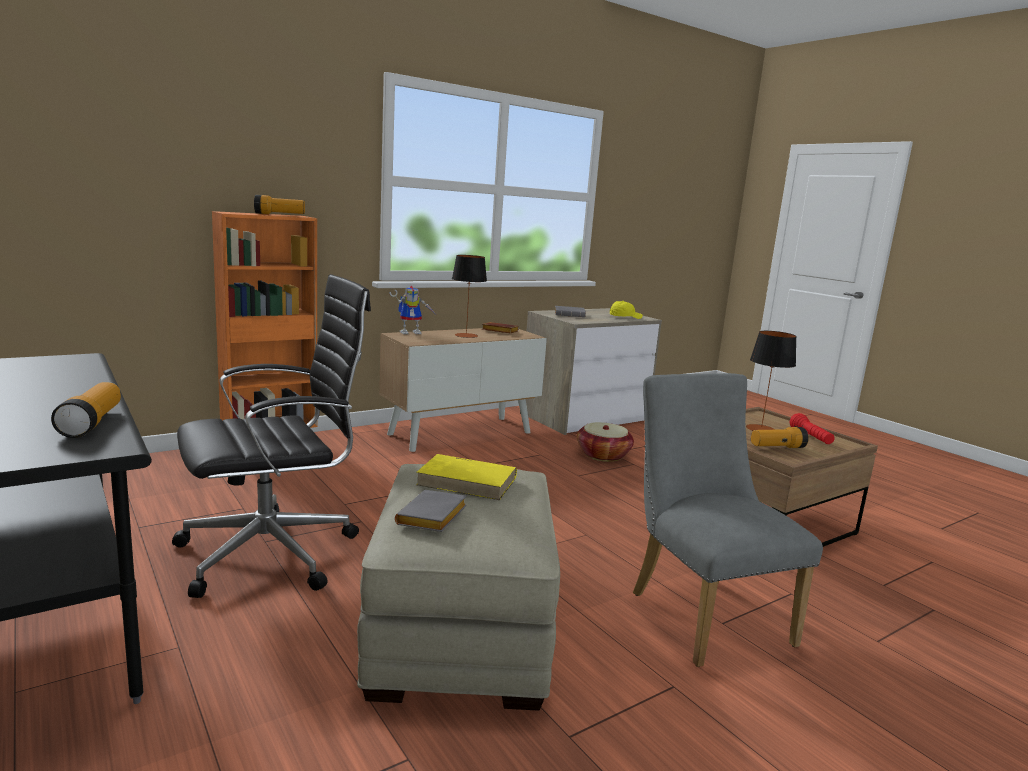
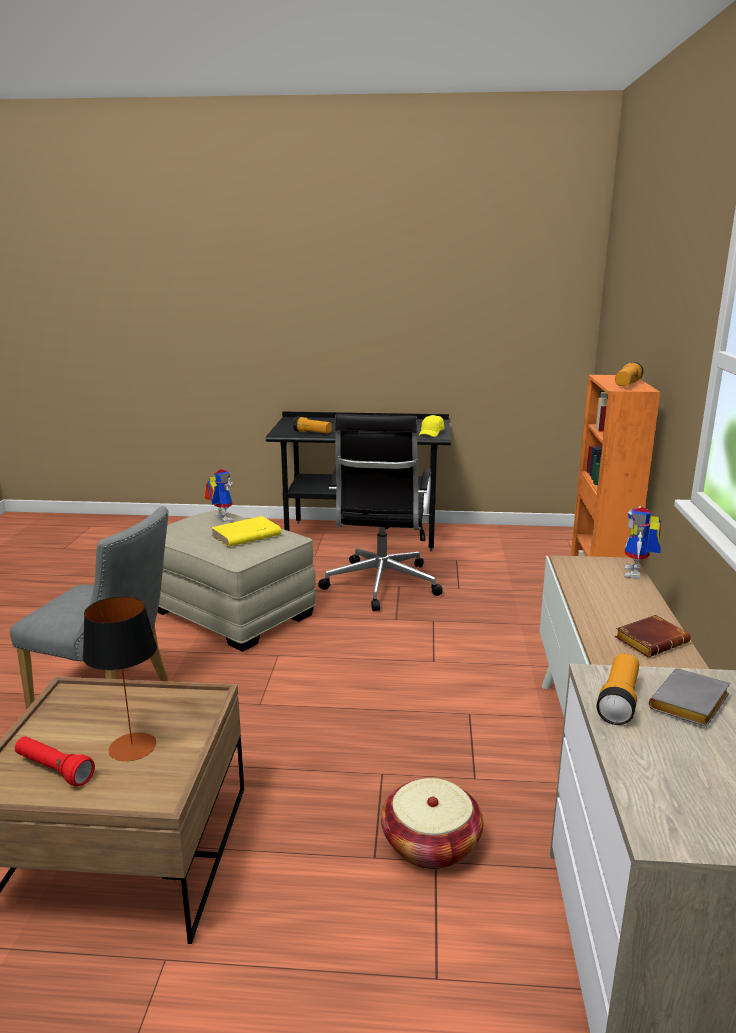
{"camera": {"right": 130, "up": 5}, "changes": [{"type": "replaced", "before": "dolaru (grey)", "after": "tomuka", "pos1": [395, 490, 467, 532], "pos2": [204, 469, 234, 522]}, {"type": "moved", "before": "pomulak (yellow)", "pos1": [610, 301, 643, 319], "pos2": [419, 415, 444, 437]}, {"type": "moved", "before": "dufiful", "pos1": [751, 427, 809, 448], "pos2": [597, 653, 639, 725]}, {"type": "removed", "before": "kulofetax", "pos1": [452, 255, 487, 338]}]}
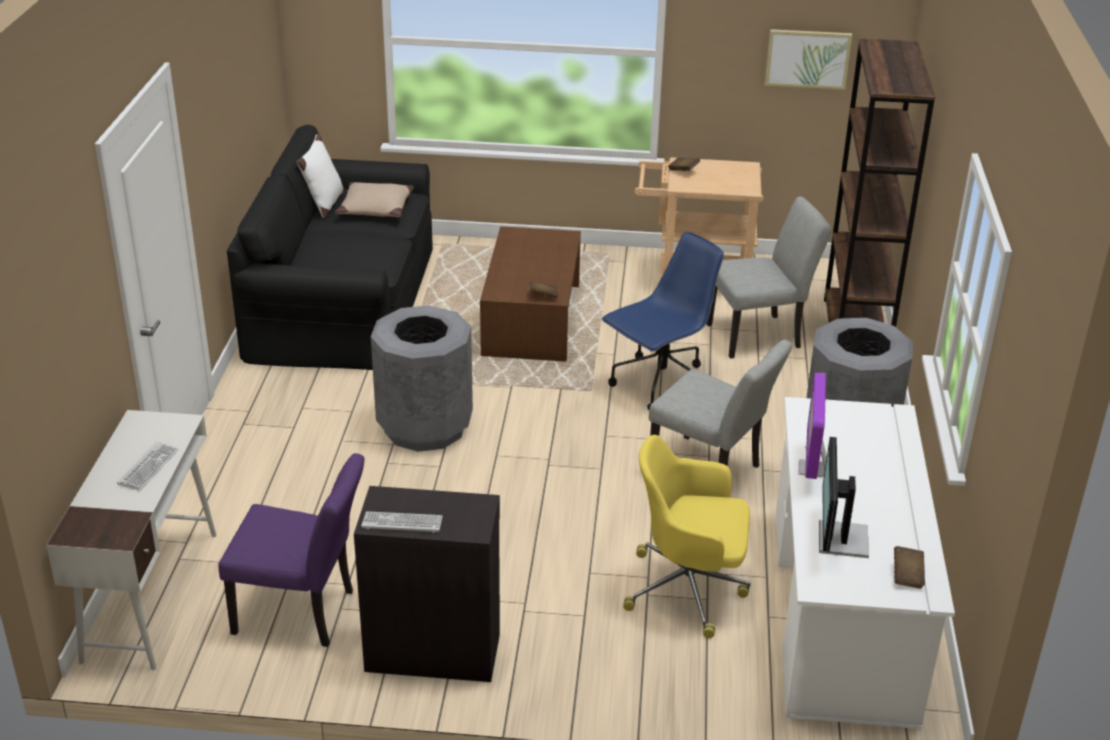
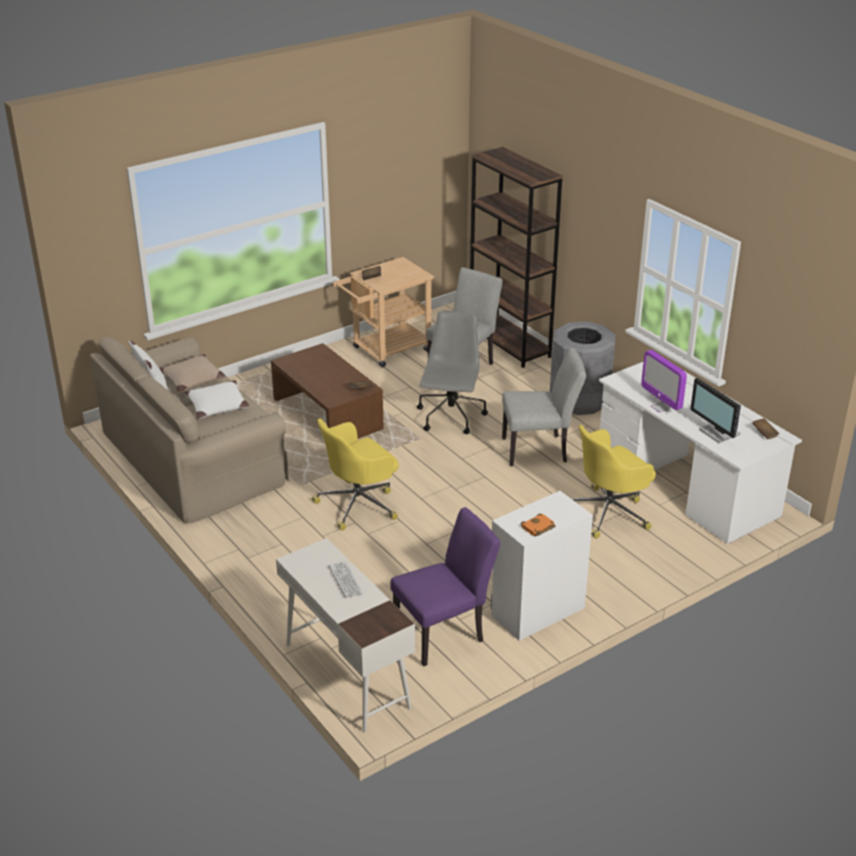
{"camera": {"right": -40, "up": 0}, "changes": [{"type": "recoloured", "before": "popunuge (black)", "after": "popunuge (beige)", "pos1": [227, 125, 433, 370], "pos2": [90, 337, 289, 523]}, {"type": "added", "after": "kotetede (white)", "pos2": [184, 380, 249, 419]}, {"type": "replaced", "before": "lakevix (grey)", "after": "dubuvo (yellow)", "pos1": [371, 305, 473, 452], "pos2": [312, 419, 399, 531]}, {"type": "recoloured", "before": "dubuvo (blue)", "after": "dubuvo (grey)", "pos1": [602, 231, 724, 410], "pos2": [417, 310, 488, 434]}, {"type": "recoloured", "before": "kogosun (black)", "after": "kogosun (white)", "pos1": [354, 486, 500, 682], "pos2": [491, 491, 593, 641]}, {"type": "replaced", "before": "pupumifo", "after": "dolaru (orange)", "pos1": [361, 511, 443, 533], "pos2": [521, 514, 556, 537]}, {"type": "removed", "before": "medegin", "pos1": [765, 29, 852, 90]}]}
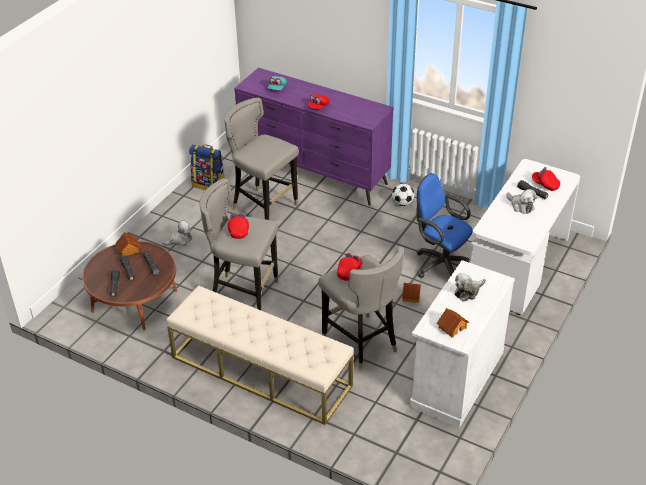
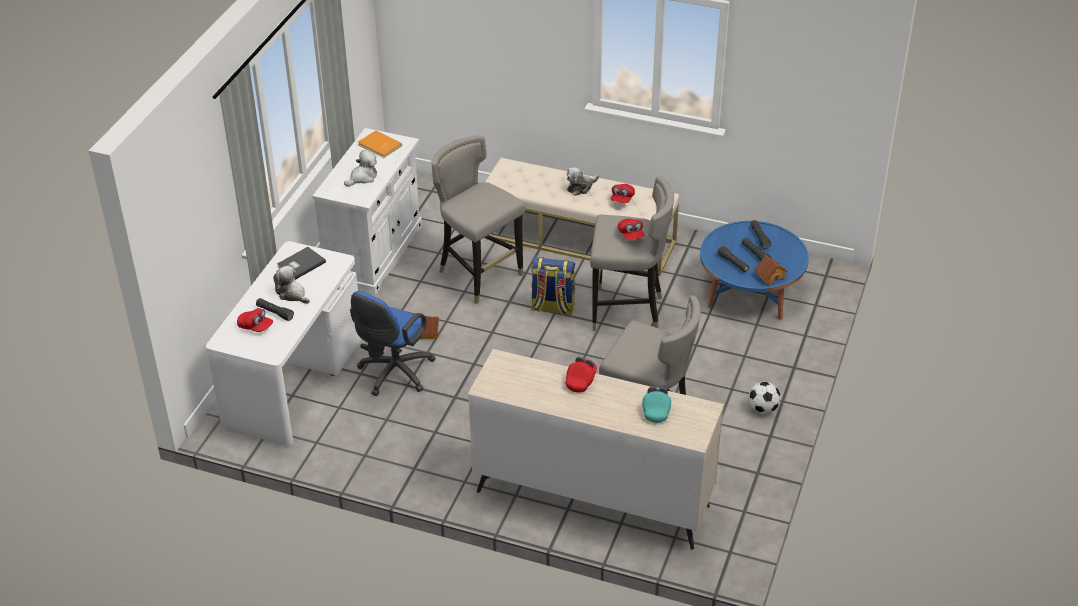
{"camera": {"right": 170, "up": 0}, "changes": [{"type": "added", "after": "dolaru (grey)", "pos2": [277, 247, 326, 280]}, {"type": "turned", "before": "dubuvo (blue)", "pos1": [416, 173, 473, 278], "pos2": [350, 291, 436, 396], "turn": 90}, {"type": "replaced", "before": "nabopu", "after": "dolaru (orange)", "pos1": [437, 308, 469, 338], "pos2": [358, 130, 402, 158]}, {"type": "recoloured", "before": "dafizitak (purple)", "after": "dafizitak (beige)", "pos1": [234, 68, 394, 206], "pos2": [468, 349, 724, 550]}, {"type": "moved", "before": "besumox", "pos1": [189, 144, 224, 190], "pos2": [531, 257, 575, 315]}, {"type": "moved", "before": "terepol", "pos1": [162, 220, 192, 246], "pos2": [567, 167, 599, 196]}, {"type": "moved", "before": "pomulak (red)", "pos1": [337, 253, 362, 281], "pos2": [611, 184, 635, 203]}, {"type": "recoloured", "before": "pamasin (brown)", "after": "pamasin (blue)", "pos1": [82, 241, 177, 330], "pos2": [700, 221, 809, 320]}, {"type": "moved", "before": "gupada", "pos1": [392, 184, 414, 206], "pos2": [748, 382, 781, 414]}]}
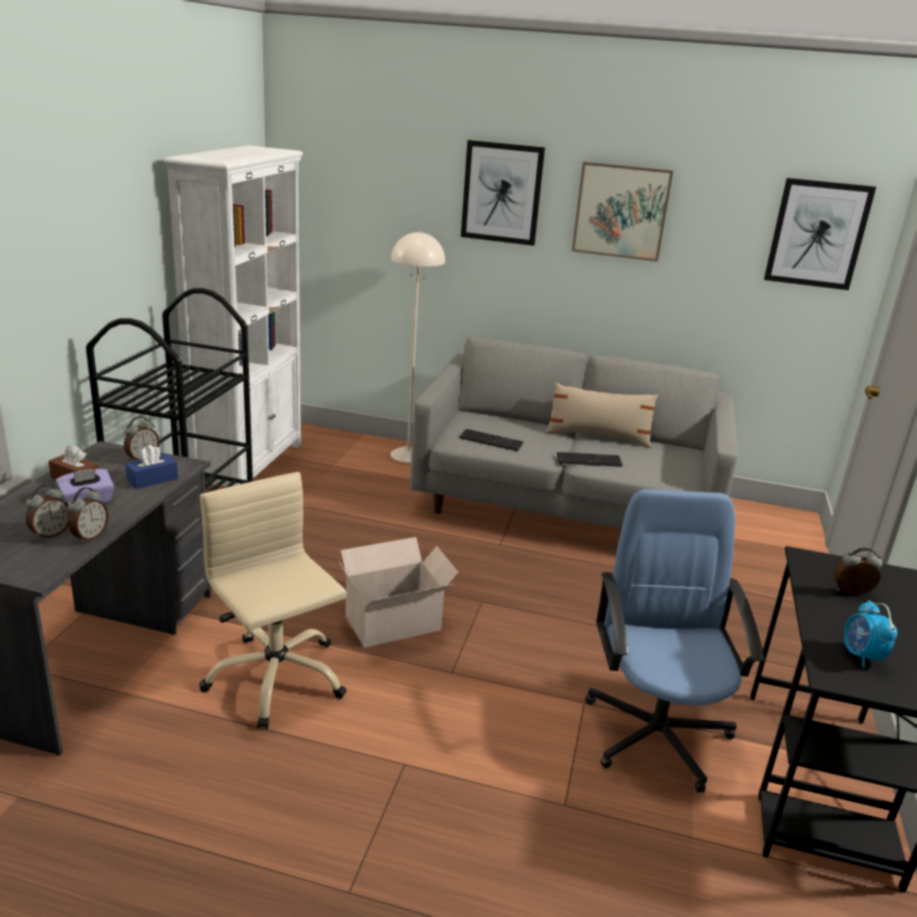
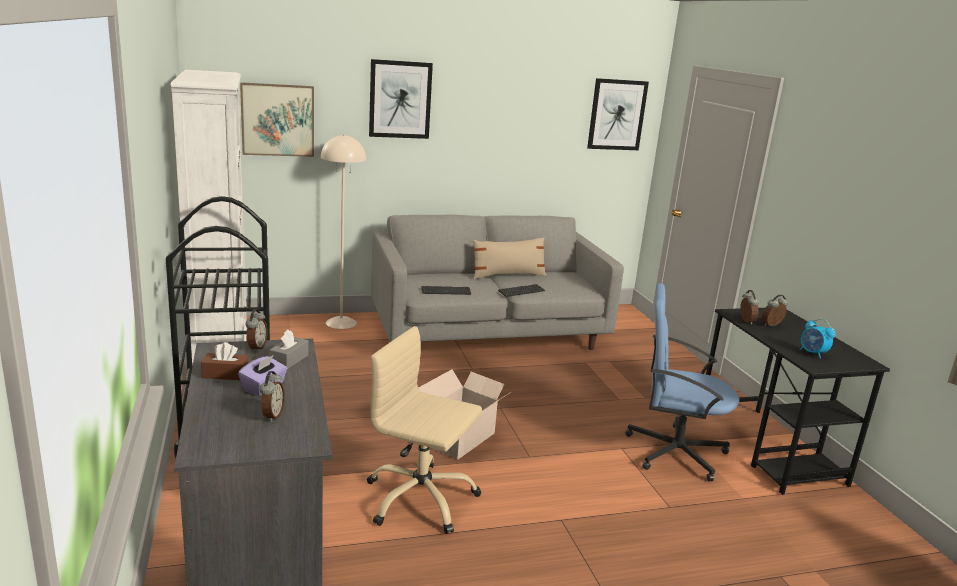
{"camera": {"right": -30, "up": -5}, "changes": [{"type": "moved", "before": "medegin", "pos1": [572, 162, 673, 262], "pos2": [240, 82, 314, 157]}, {"type": "recoloured", "before": "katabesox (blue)", "after": "katabesox (grey)", "pos1": [125, 445, 178, 489], "pos2": [269, 330, 308, 369]}, {"type": "turned", "before": "dubuvo (blue)", "pos1": [585, 489, 764, 793], "pos2": [625, 283, 739, 482], "turn": -45}, {"type": "moved", "before": "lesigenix", "pos1": [68, 487, 109, 543], "pos2": [740, 290, 759, 325]}]}
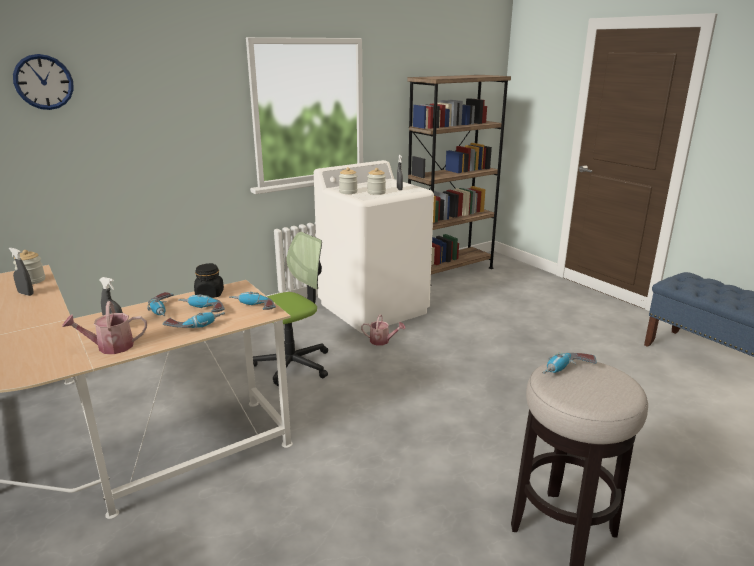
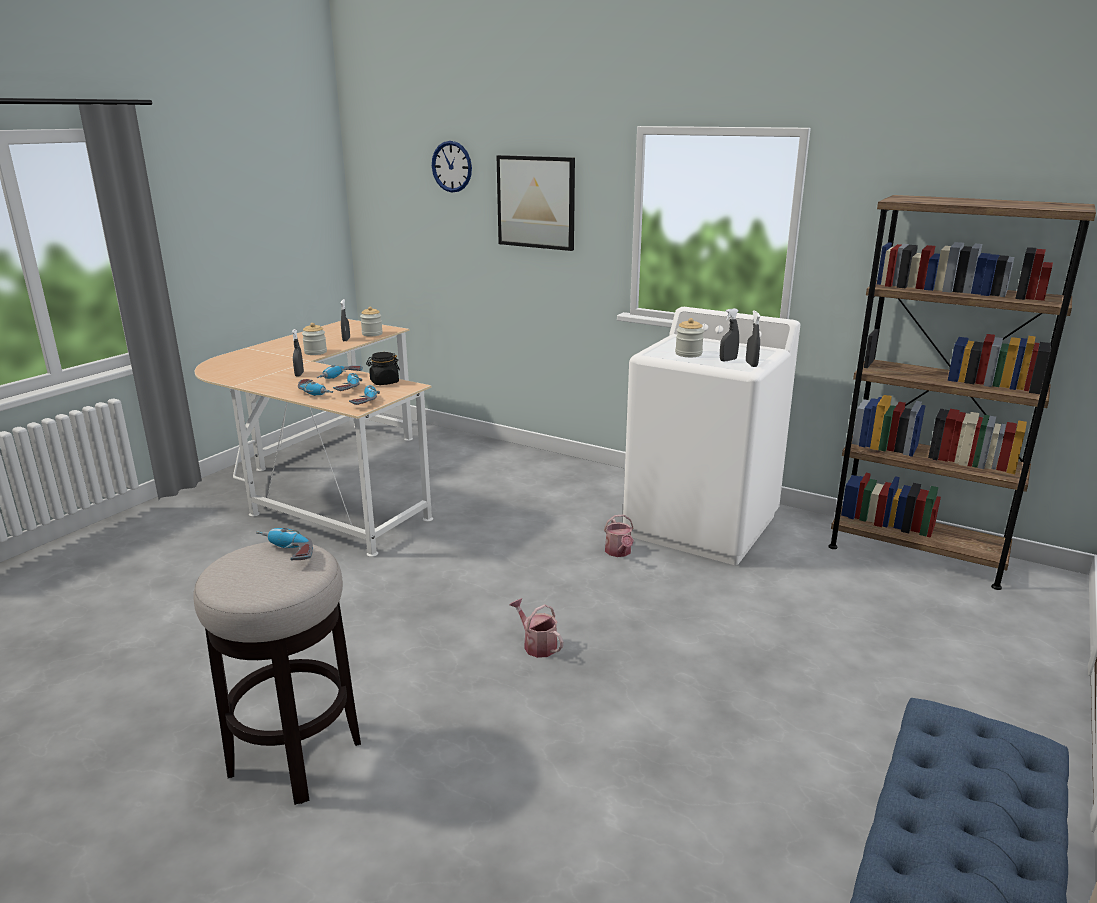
{"camera": {"right": 65, "up": 0}, "changes": [{"type": "moved", "before": "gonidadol", "pos1": [339, 167, 358, 194], "pos2": [302, 323, 327, 355]}, {"type": "added", "after": "medegin", "pos2": [497, 155, 575, 251]}, {"type": "moved", "before": "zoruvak", "pos1": [62, 301, 147, 354], "pos2": [510, 598, 563, 658]}, {"type": "added", "after": "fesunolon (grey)", "pos2": [746, 311, 760, 367]}, {"type": "removed", "before": "dubuvo", "pos1": [253, 232, 328, 386]}]}
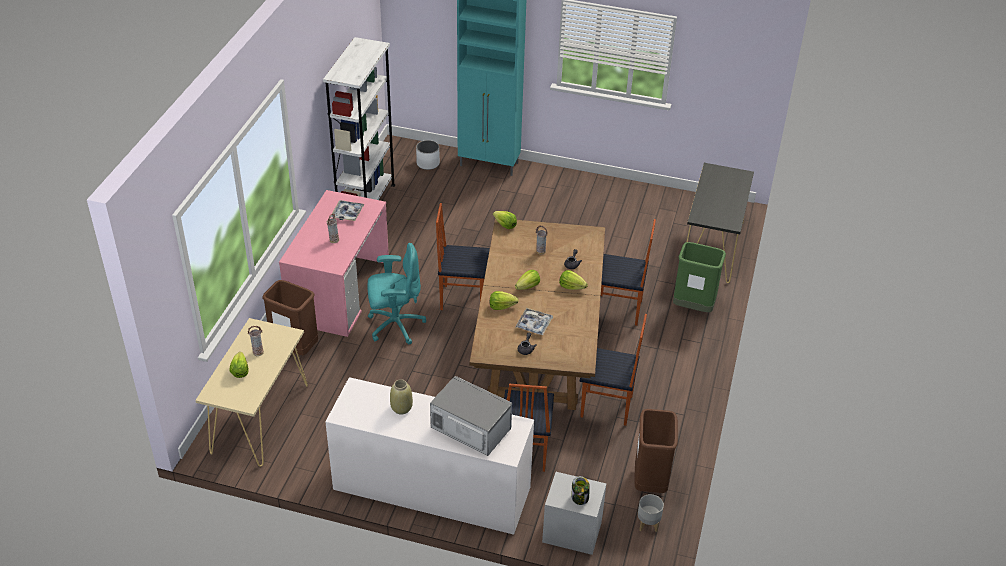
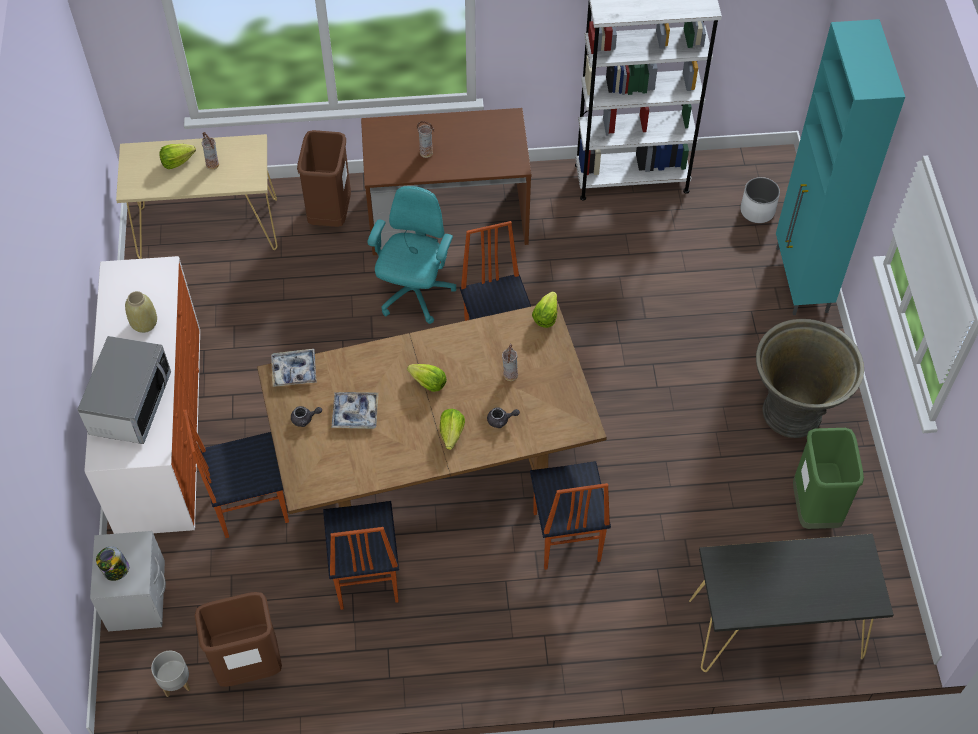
{"camera": {"right": 70, "up": 15}, "changes": [{"type": "moved", "before": "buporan", "pos1": [331, 200, 365, 221], "pos2": [271, 349, 317, 387]}, {"type": "recoloured", "before": "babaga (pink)", "after": "babaga (brown)", "pos1": [279, 190, 389, 337], "pos2": [361, 108, 531, 255]}, {"type": "turned", "before": "dubuvo (turquoise)", "pos1": [367, 243, 426, 344], "pos2": [367, 186, 456, 324], "turn": -135}, {"type": "added", "after": "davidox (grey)", "pos2": [756, 319, 864, 438]}, {"type": "moved", "before": "lakevix (green)", "pos1": [673, 242, 726, 312], "pos2": [793, 428, 864, 529]}, {"type": "removed", "before": "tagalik", "pos1": [490, 291, 519, 310]}]}
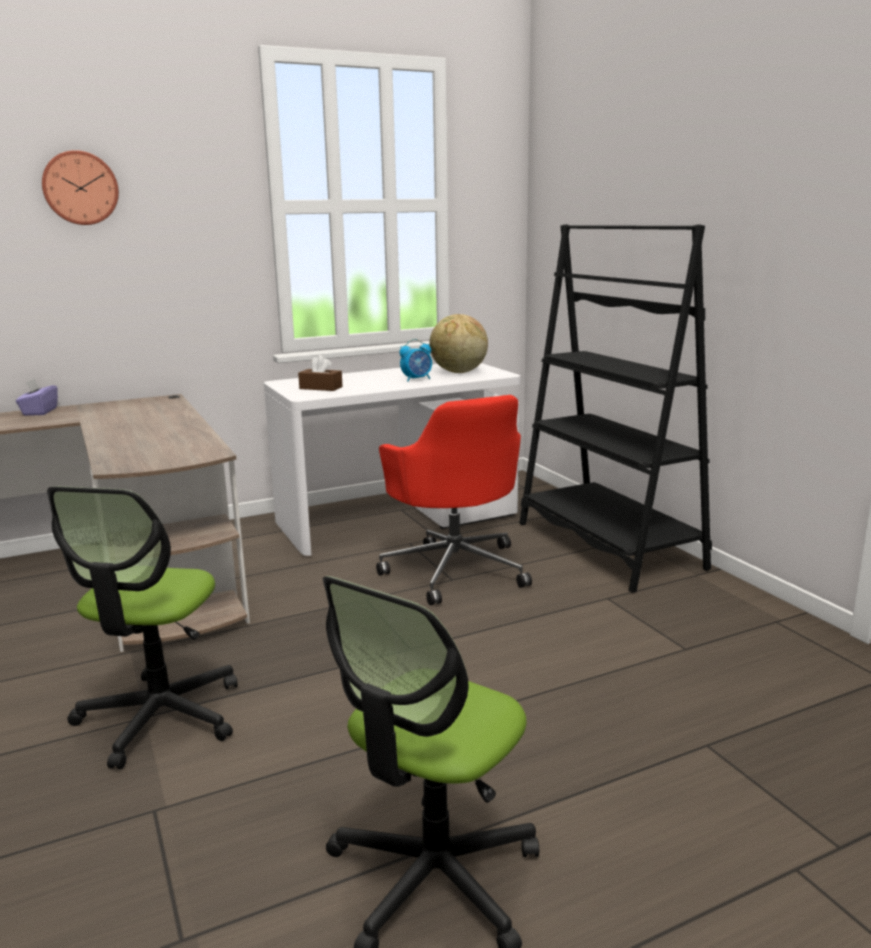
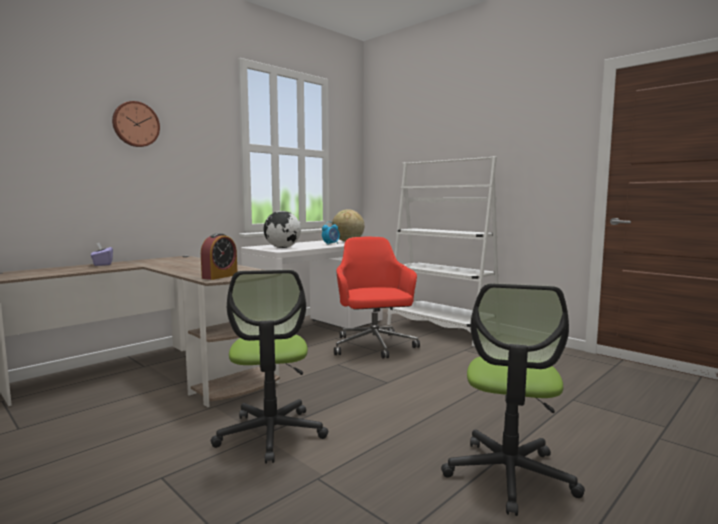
{"camera": {"right": -20, "up": -10}, "changes": [{"type": "added", "after": "lesigenix", "pos2": [201, 233, 237, 280]}, {"type": "replaced", "before": "katabesox (brown)", "after": "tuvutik", "pos1": [298, 355, 343, 391], "pos2": [264, 211, 301, 248]}, {"type": "turned", "before": "dubuvo (red)", "pos1": [376, 395, 532, 605], "pos2": [334, 237, 420, 359], "turn": -150}, {"type": "recoloured", "before": "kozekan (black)", "after": "kozekan (white)", "pos1": [520, 224, 712, 592], "pos2": [387, 156, 499, 346]}]}
